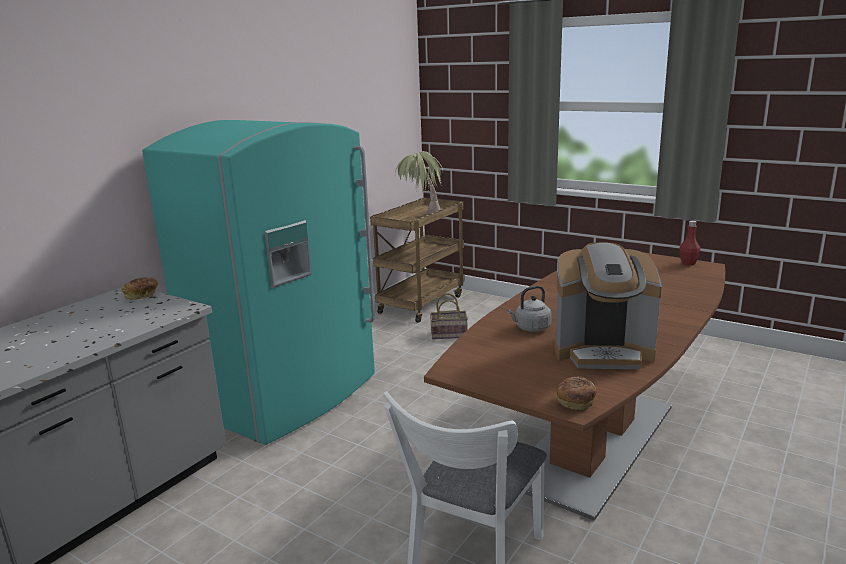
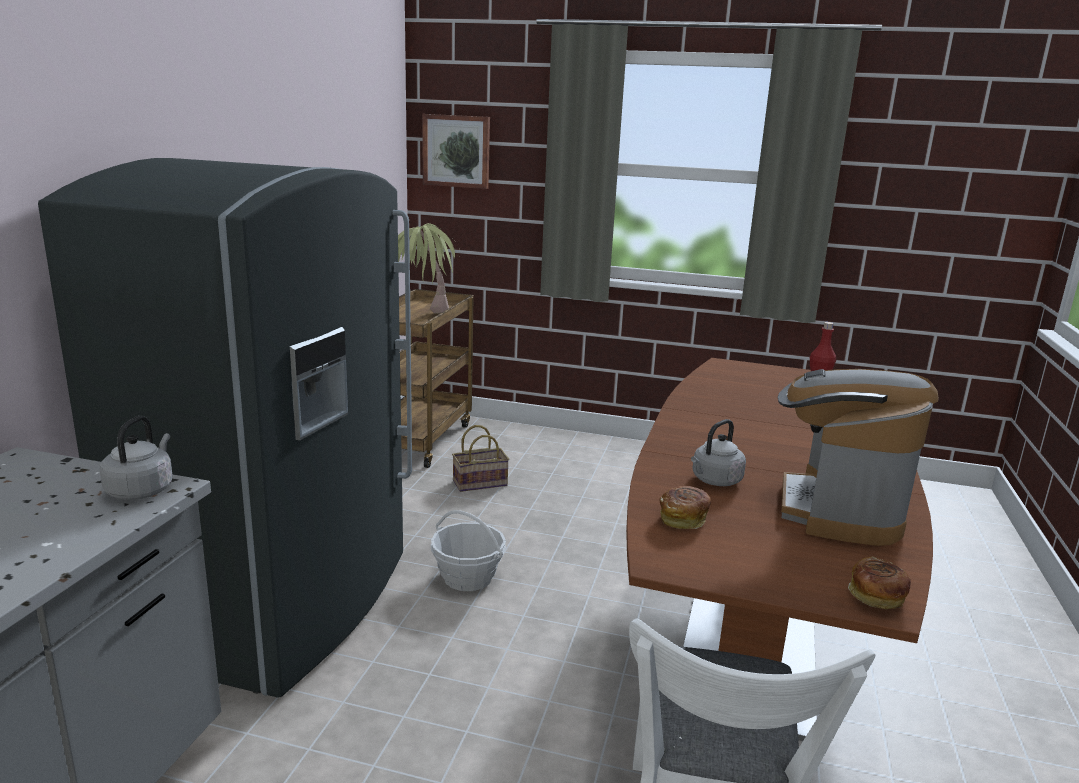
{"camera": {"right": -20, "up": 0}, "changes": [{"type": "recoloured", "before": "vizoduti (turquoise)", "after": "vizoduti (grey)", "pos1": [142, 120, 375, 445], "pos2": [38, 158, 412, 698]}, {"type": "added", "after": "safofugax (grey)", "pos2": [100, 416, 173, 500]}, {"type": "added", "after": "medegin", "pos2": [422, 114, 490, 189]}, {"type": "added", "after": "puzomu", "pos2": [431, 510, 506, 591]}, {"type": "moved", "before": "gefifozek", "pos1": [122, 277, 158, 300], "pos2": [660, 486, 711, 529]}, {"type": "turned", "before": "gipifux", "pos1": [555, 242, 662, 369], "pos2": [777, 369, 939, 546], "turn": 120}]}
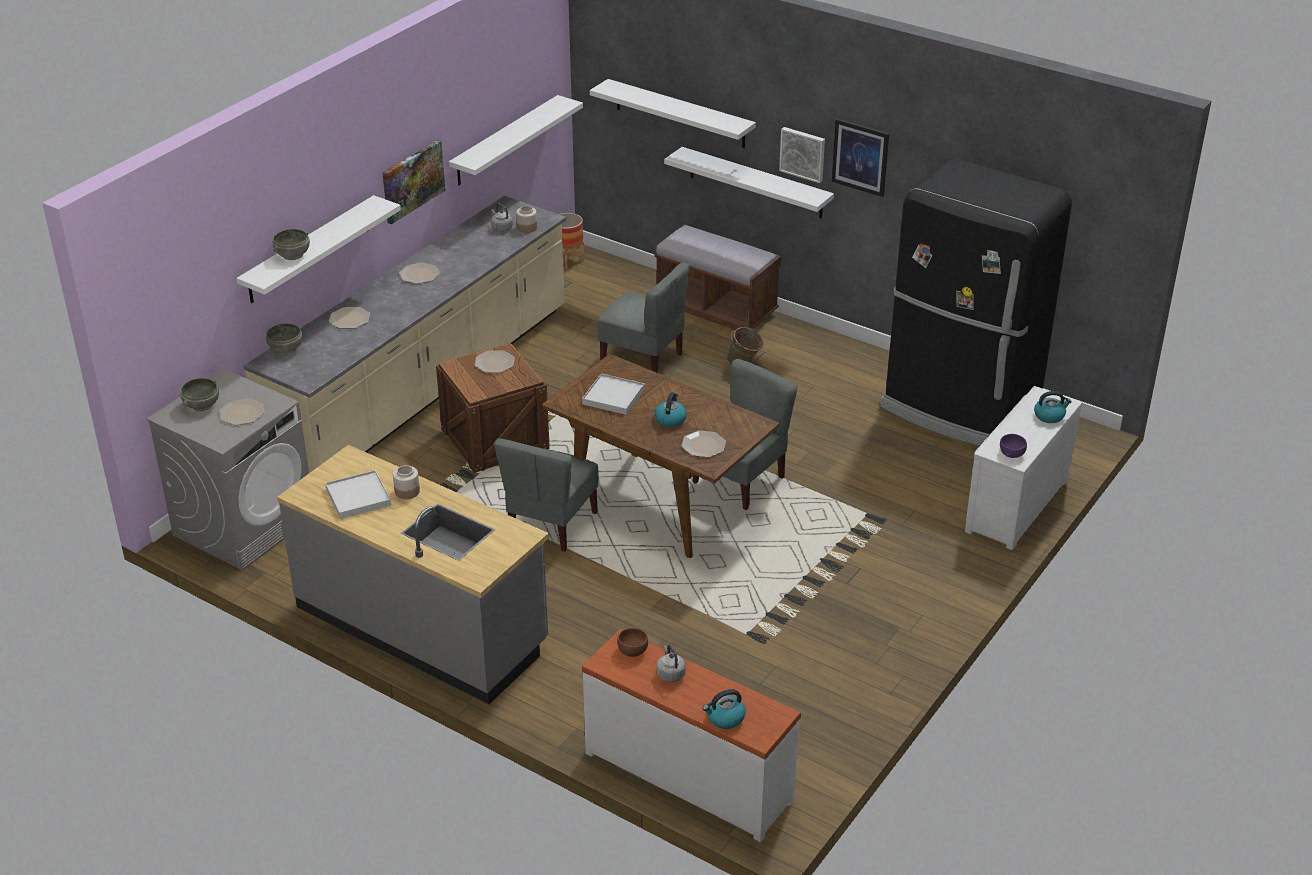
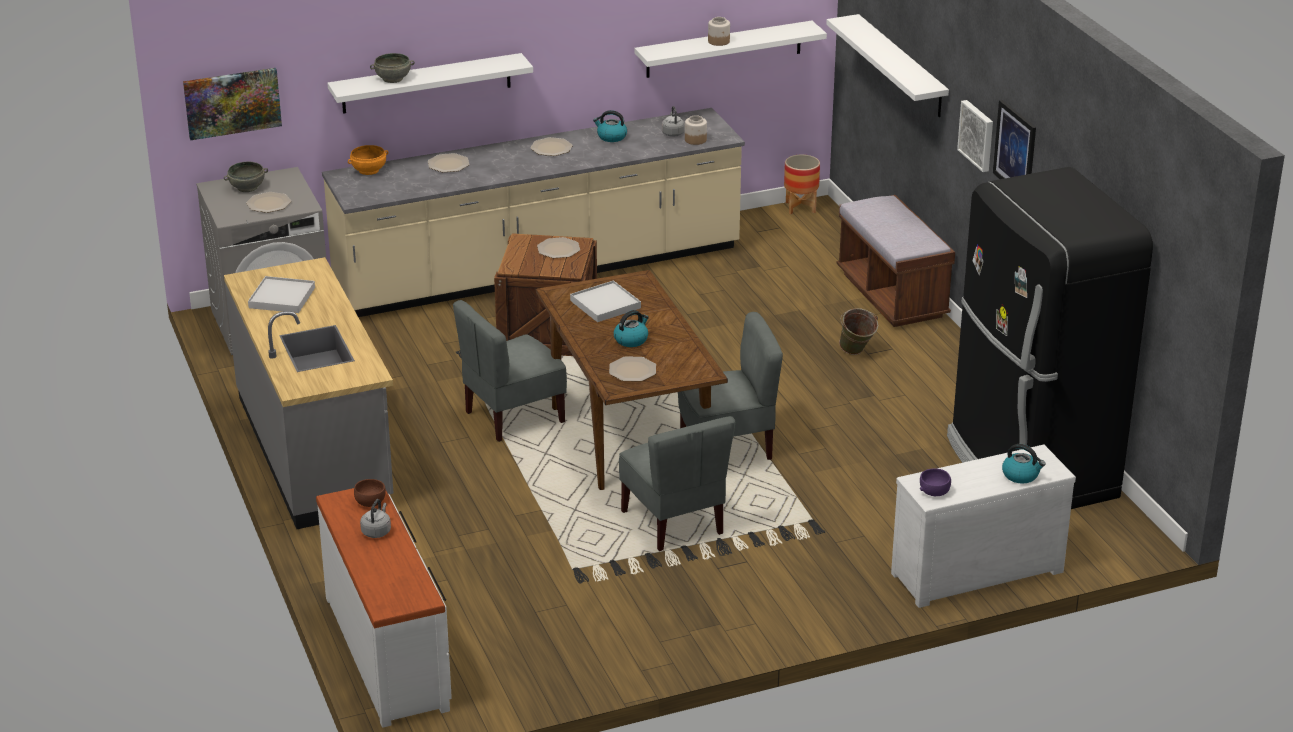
{"camera": {"right": 35, "up": -5}, "changes": [{"type": "moved", "before": "medegin", "pos1": [383, 140, 445, 224], "pos2": [183, 68, 282, 140]}, {"type": "recoloured", "before": "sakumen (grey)", "after": "sakumen (orange)", "pos1": [266, 324, 303, 355], "pos2": [348, 145, 388, 175]}, {"type": "moved", "before": "safofugax", "pos1": [703, 689, 746, 729], "pos2": [593, 110, 627, 142]}, {"type": "moved", "before": "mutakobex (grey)", "pos1": [598, 262, 690, 373], "pos2": [619, 416, 735, 551]}, {"type": "moved", "before": "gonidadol", "pos1": [393, 465, 420, 499], "pos2": [708, 17, 730, 46]}, {"type": "removed", "before": "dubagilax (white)", "pos1": [664, 147, 834, 219]}]}
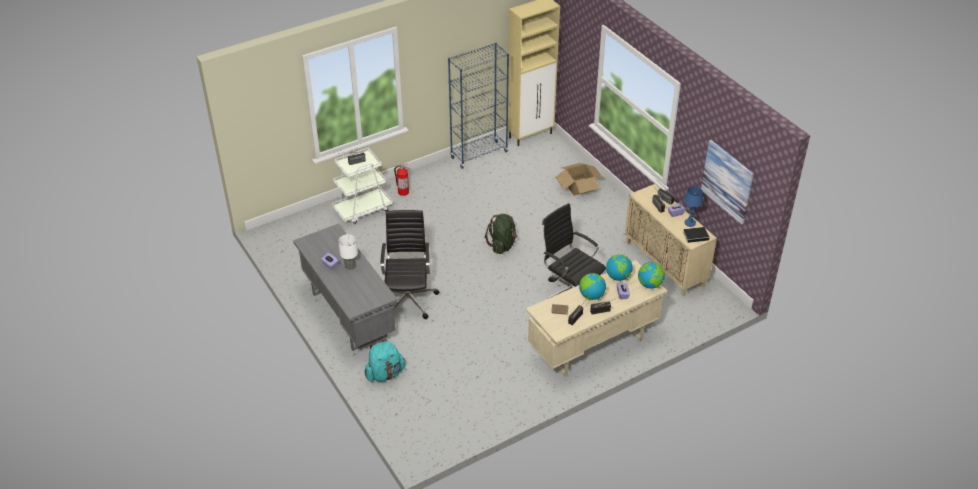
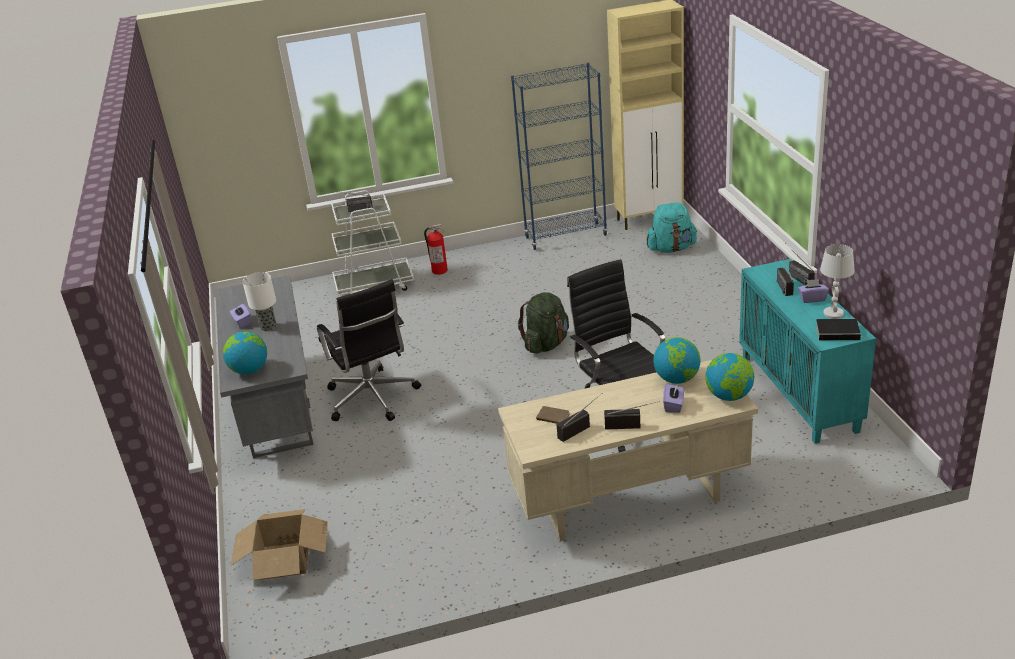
{"camera": {"right": 20, "up": -10}, "changes": [{"type": "moved", "before": "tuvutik", "pos1": [579, 273, 606, 300], "pos2": [223, 331, 267, 375]}, {"type": "moved", "before": "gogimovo", "pos1": [555, 163, 604, 196], "pos2": [231, 509, 328, 580]}, {"type": "turned", "before": "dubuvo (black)", "pos1": [381, 210, 440, 319], "pos2": [317, 279, 421, 421], "turn": 135}, {"type": "moved", "before": "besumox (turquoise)", "pos1": [364, 339, 405, 382], "pos2": [647, 203, 697, 253]}, {"type": "recoloured", "before": "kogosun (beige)", "after": "kogosun (turquoise)", "pos1": [625, 184, 717, 296], "pos2": [739, 259, 876, 444]}, {"type": "recoloured", "before": "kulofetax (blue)", "after": "kulofetax (white)", "pos1": [684, 187, 703, 227], "pos2": [820, 244, 855, 319]}, {"type": "removed", "before": "medegin", "pos1": [701, 140, 754, 224]}]}
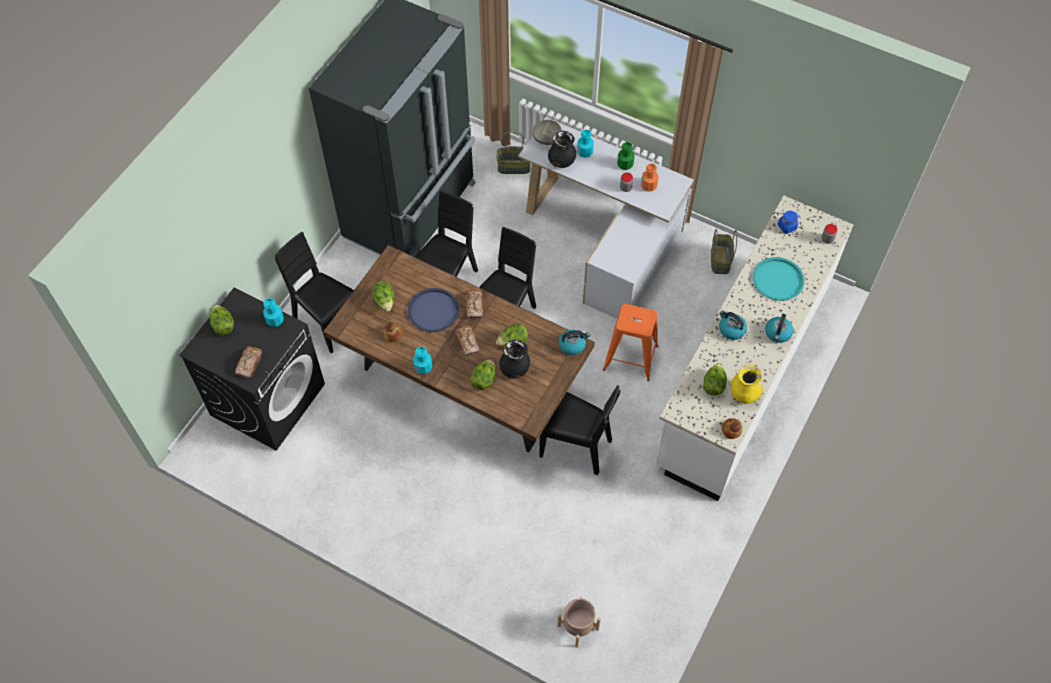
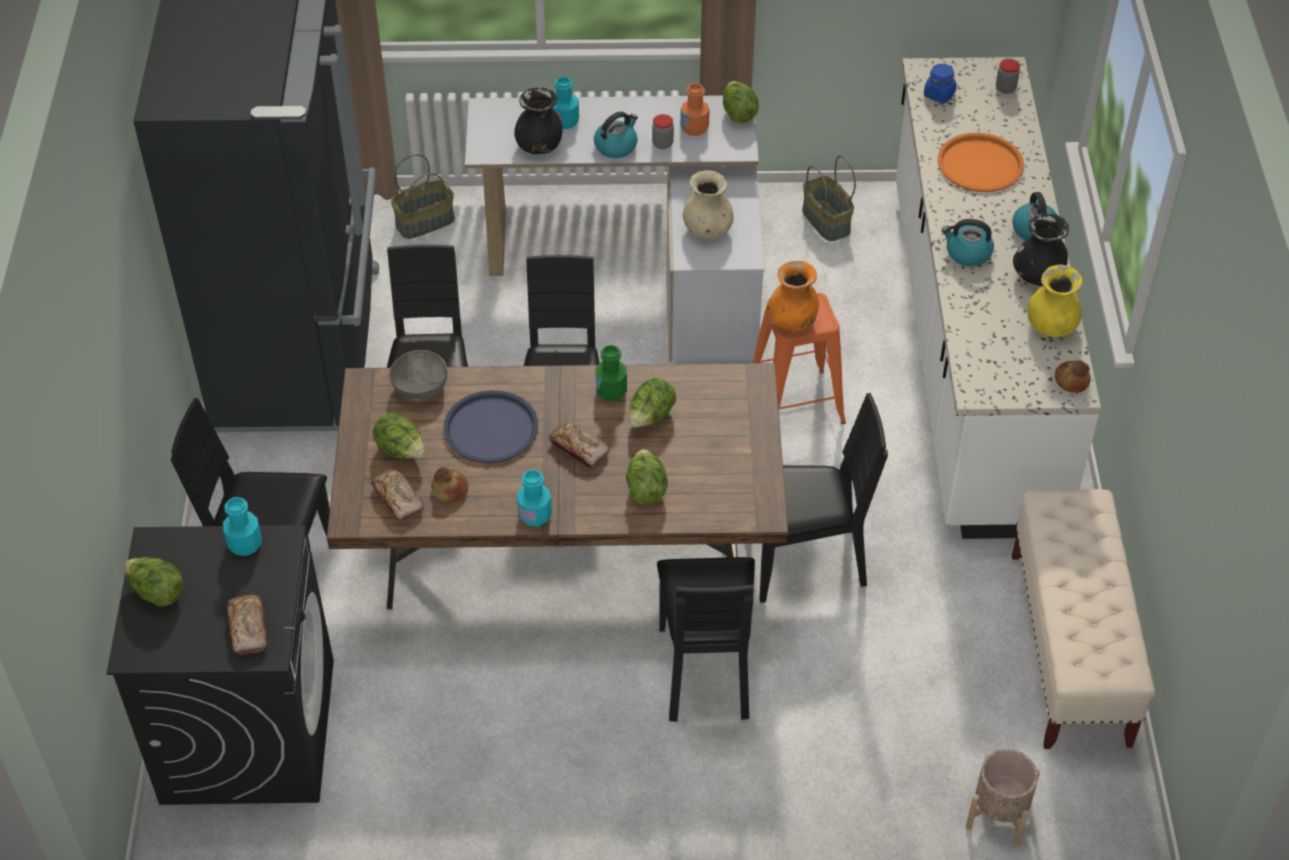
{"camera": {"right": -30, "up": -10}, "changes": [{"type": "moved", "before": "gefifozek", "pos1": [466, 290, 483, 319], "pos2": [371, 469, 424, 522]}, {"type": "moved", "before": "sakumen (grey)", "pos1": [532, 119, 562, 145], "pos2": [389, 350, 447, 399]}, {"type": "moved", "before": "safofugax", "pos1": [558, 330, 590, 355], "pos2": [594, 111, 638, 158]}, {"type": "moved", "before": "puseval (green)", "pos1": [617, 142, 635, 170], "pos2": [595, 345, 627, 401]}, {"type": "added", "after": "mutakobex (black)", "pos2": [657, 557, 755, 722]}, {"type": "added", "after": "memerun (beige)", "pos2": [683, 170, 734, 238]}, {"type": "moved", "before": "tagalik", "pos1": [703, 363, 727, 396], "pos2": [723, 81, 759, 124]}, {"type": "added", "after": "memerun (orange)", "pos2": [767, 261, 819, 331]}, {"type": "recoloured", "before": "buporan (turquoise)", "after": "buporan (orange)", "pos1": [753, 257, 805, 301], "pos2": [938, 133, 1024, 192]}, {"type": "added", "after": "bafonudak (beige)", "pos2": [1012, 489, 1156, 749]}, {"type": "moved", "before": "memerun (black)", "pos1": [499, 339, 530, 379], "pos2": [1013, 213, 1069, 286]}]}
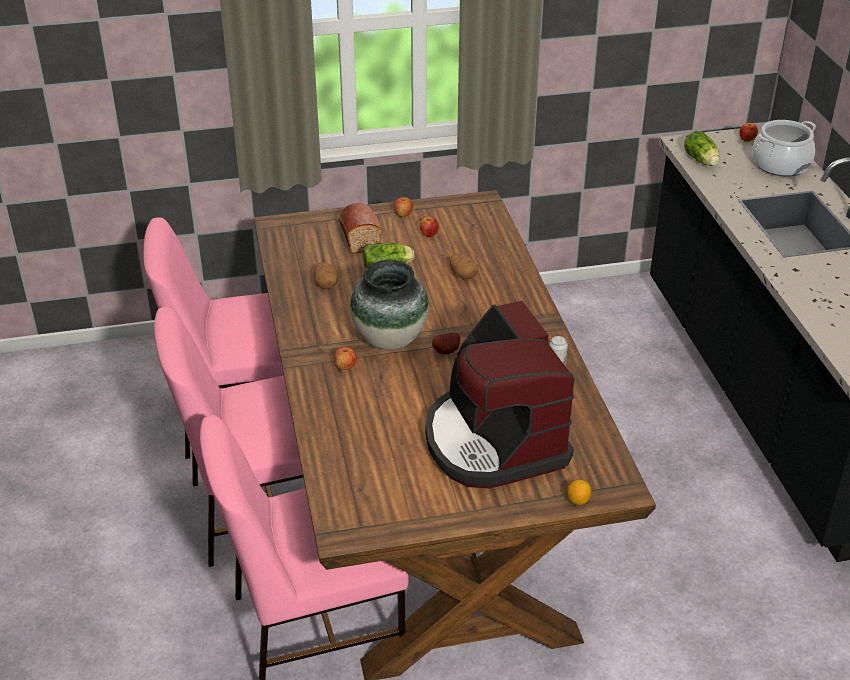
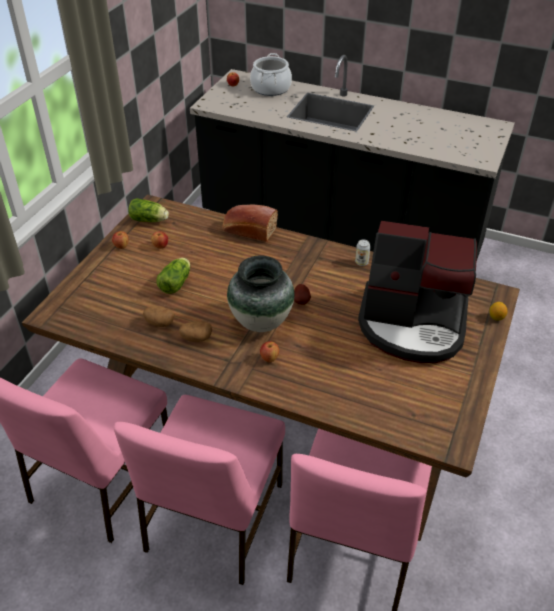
{"camera": {"right": -55, "up": 5}, "changes": [{"type": "moved", "before": "tagalik", "pos1": [684, 131, 720, 166], "pos2": [128, 198, 169, 222]}, {"type": "moved", "before": "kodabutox", "pos1": [450, 254, 478, 279], "pos2": [179, 321, 212, 342]}, {"type": "moved", "before": "gefifozek", "pos1": [339, 203, 382, 254], "pos2": [222, 205, 278, 242]}]}
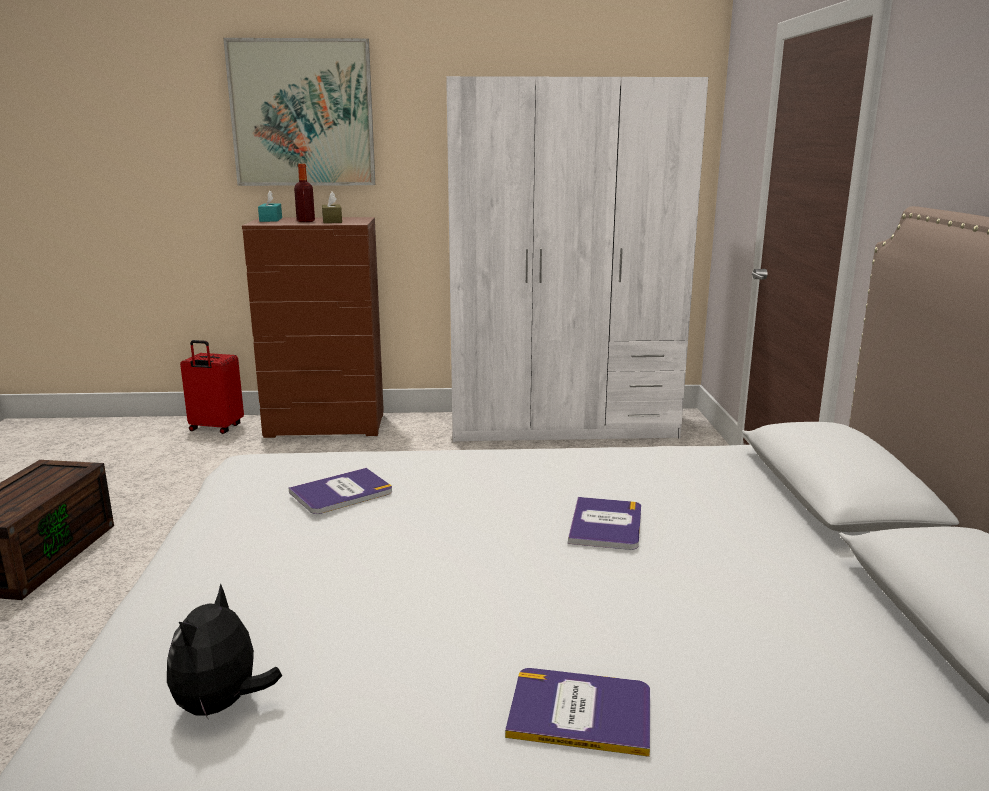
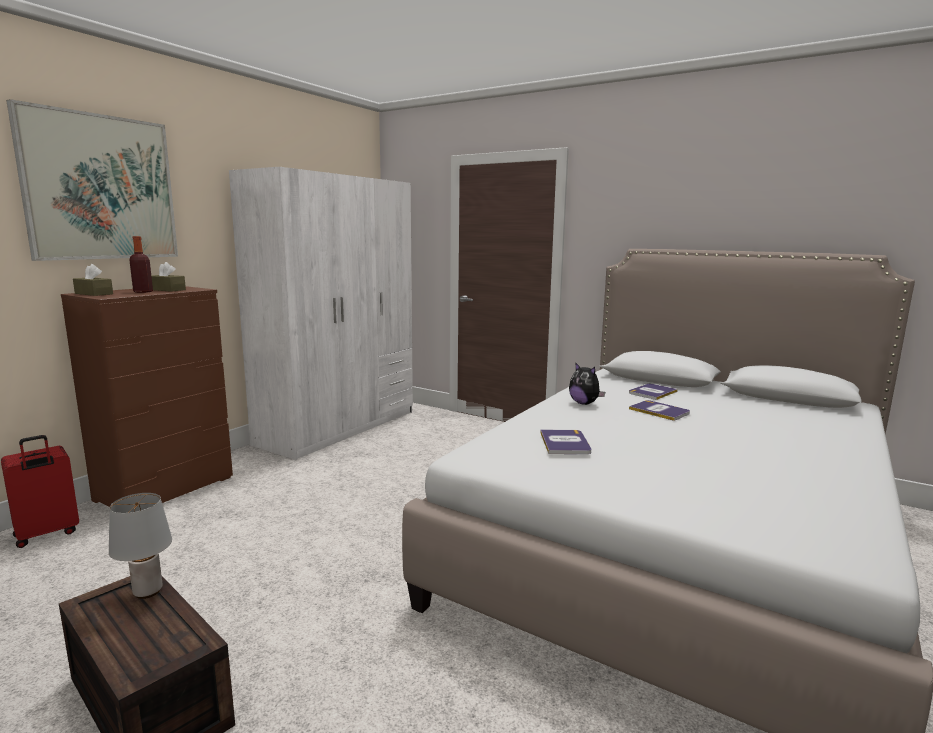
{"camera": {"right": -55, "up": -5}, "changes": [{"type": "recoloured", "before": "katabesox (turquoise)", "after": "katabesox (brown)", "pos1": [258, 191, 282, 222], "pos2": [73, 264, 113, 296]}, {"type": "added", "after": "kulofetax (grey)", "pos2": [109, 493, 172, 599]}, {"type": "moved", "before": "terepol", "pos1": [167, 583, 282, 718], "pos2": [569, 362, 605, 405]}, {"type": "moved", "before": "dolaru", "pos1": [505, 668, 650, 757], "pos2": [629, 384, 678, 400]}]}
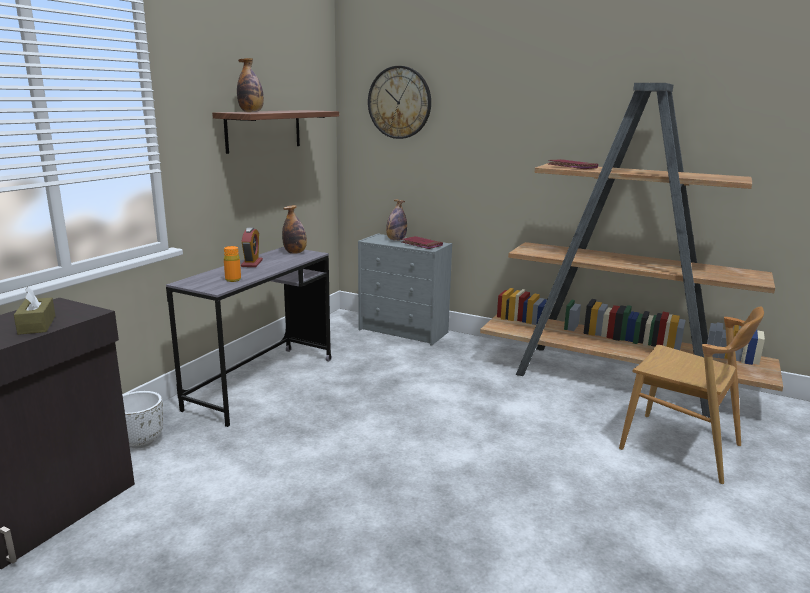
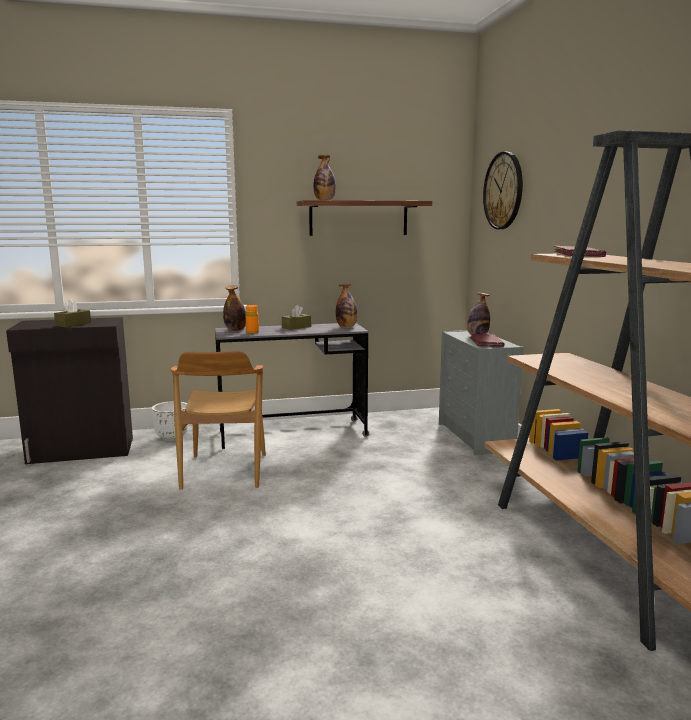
{"camera": {"right": 50, "up": -5}, "changes": [{"type": "moved", "before": "mutakobex (brown)", "pos1": [619, 306, 764, 484], "pos2": [171, 351, 266, 490]}, {"type": "added", "after": "puseval", "pos2": [223, 285, 246, 331]}, {"type": "replaced", "before": "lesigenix", "after": "katabesox (brown)", "pos1": [241, 227, 263, 267], "pos2": [282, 305, 311, 330]}]}
